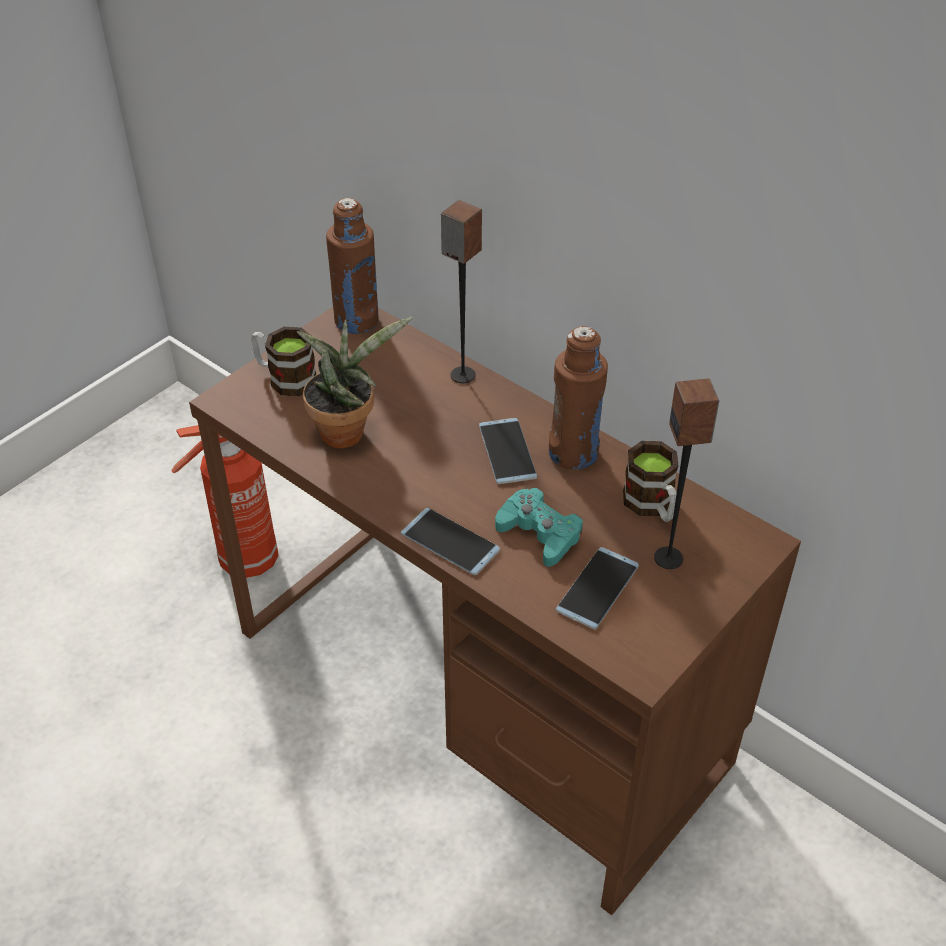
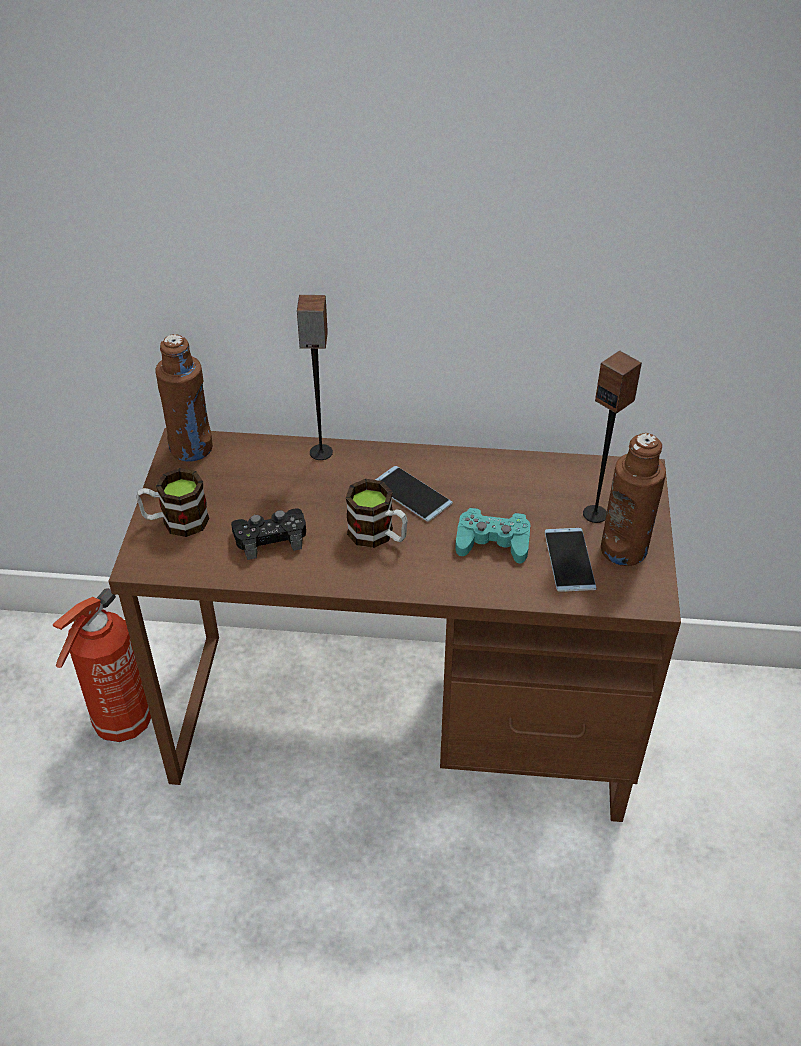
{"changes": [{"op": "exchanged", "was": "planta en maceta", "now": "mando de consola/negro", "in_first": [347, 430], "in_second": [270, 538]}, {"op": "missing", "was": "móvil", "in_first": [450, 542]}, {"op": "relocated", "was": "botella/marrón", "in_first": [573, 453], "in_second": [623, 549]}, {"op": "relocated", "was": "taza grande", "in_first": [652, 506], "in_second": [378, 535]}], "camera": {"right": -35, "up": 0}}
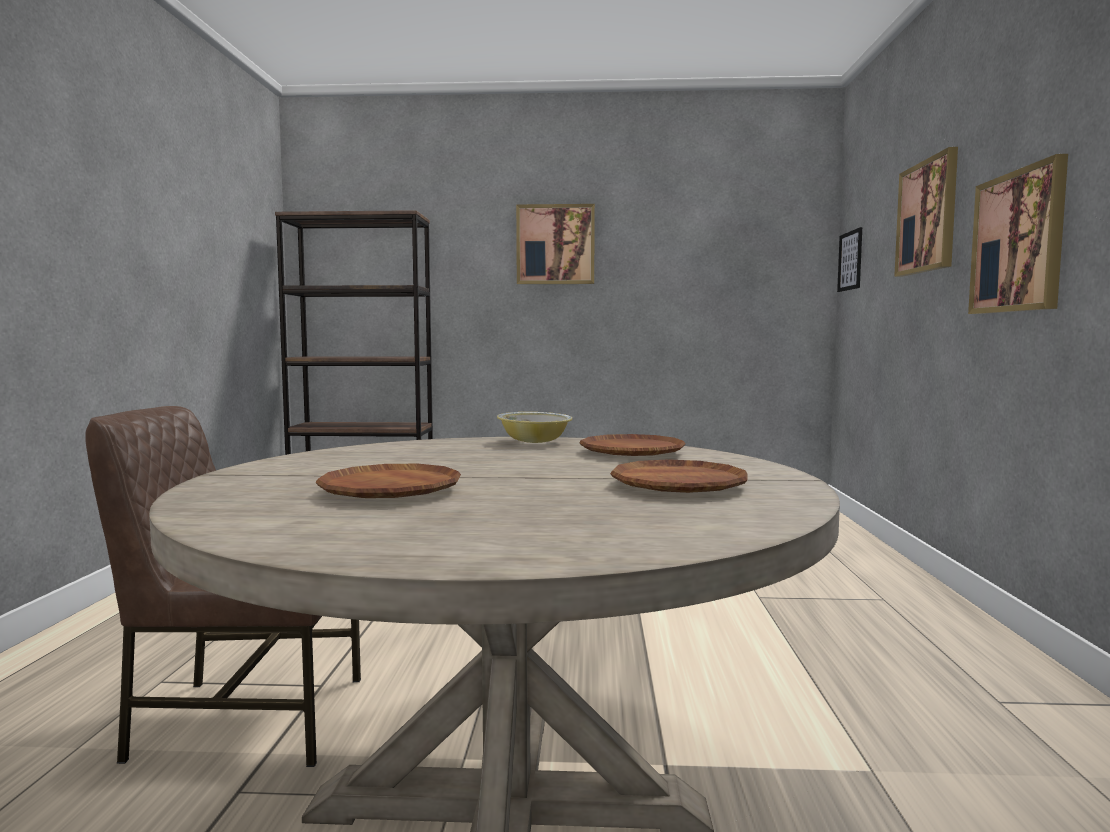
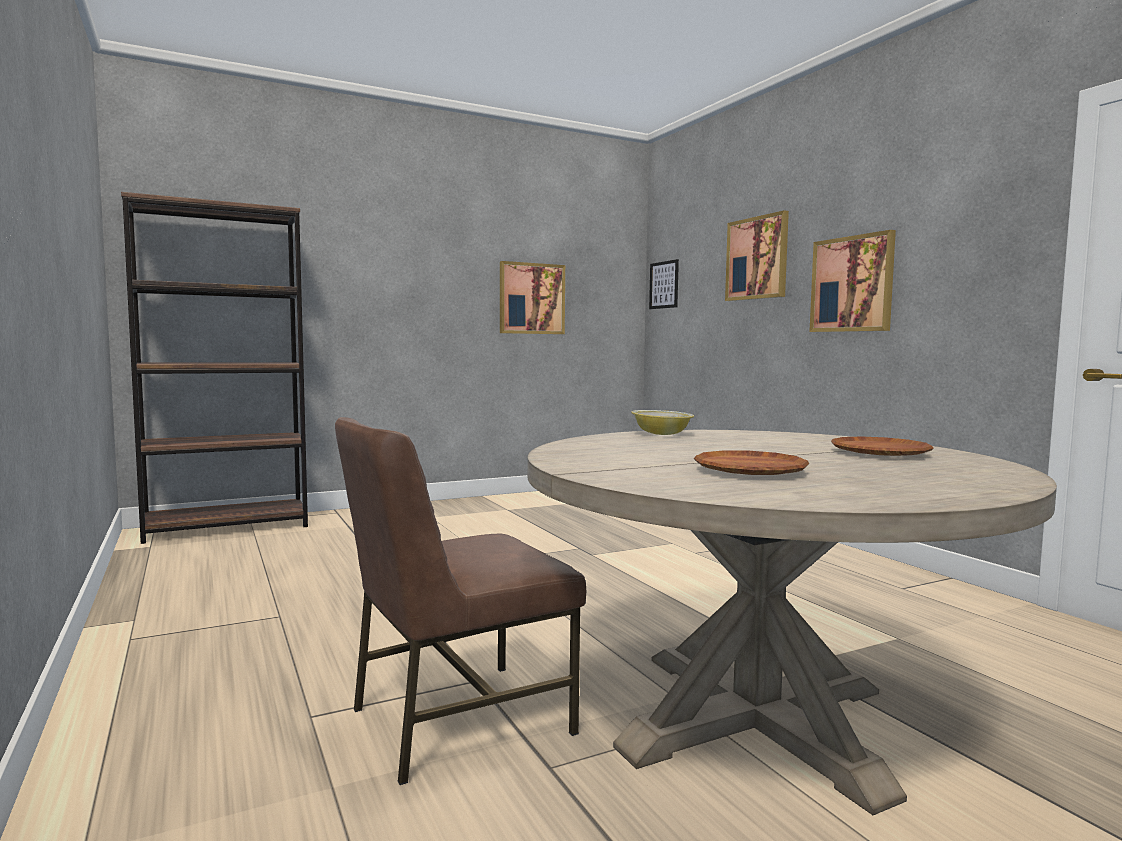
{"changes": [{"op": "relocated", "was": "cuadro", "in_first": [555, 244], "in_second": [531, 298]}, {"op": "missing", "was": "plato/marrón", "in_first": [632, 452]}], "camera": {"right": -30, "up": 0}}
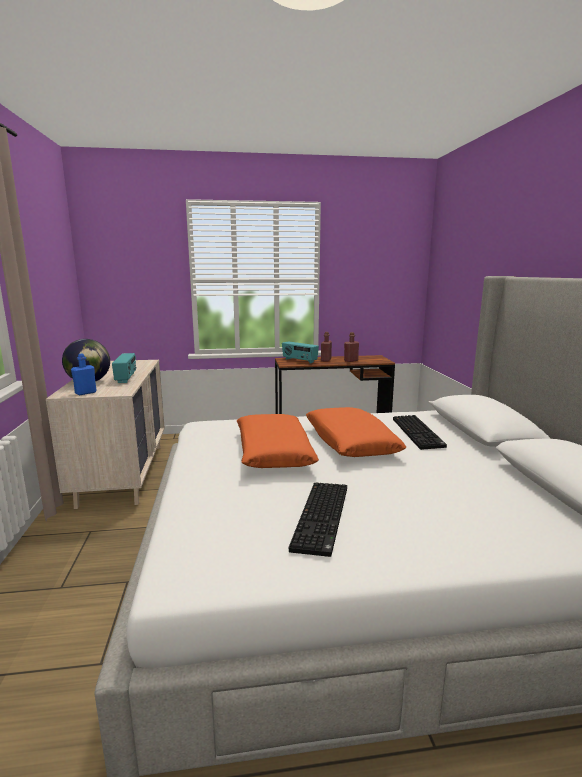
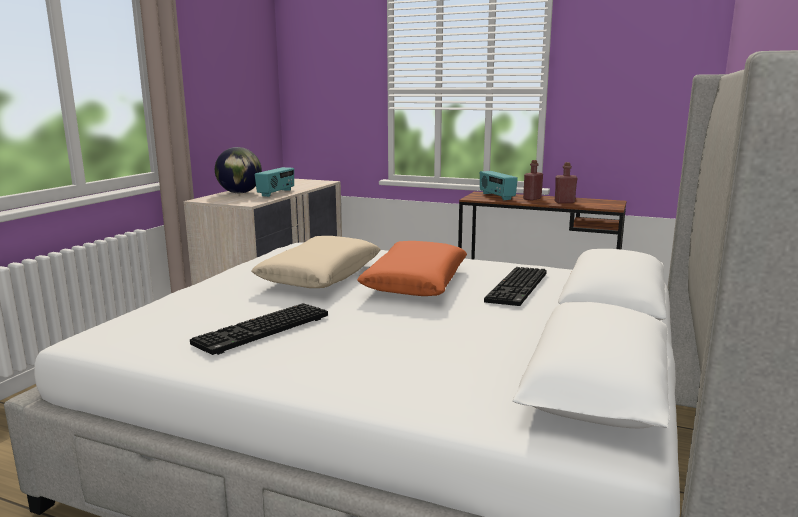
{"changes": [{"op": "missing", "was": "botella/azul", "in_first": [85, 393]}, {"op": "colour", "was": "cojín/naranja", "now": "cojín/beis", "in_first": [273, 451], "in_second": [320, 275]}], "camera": {"right": 30, "up": 0}}
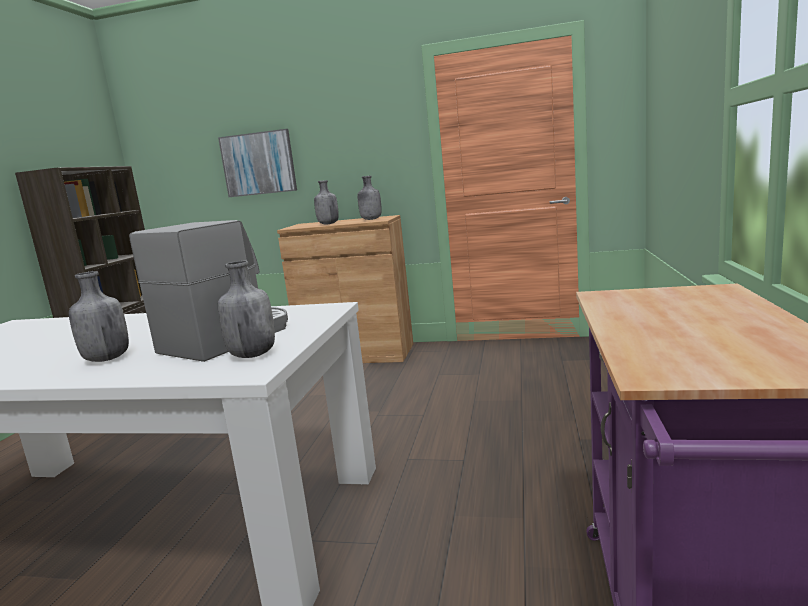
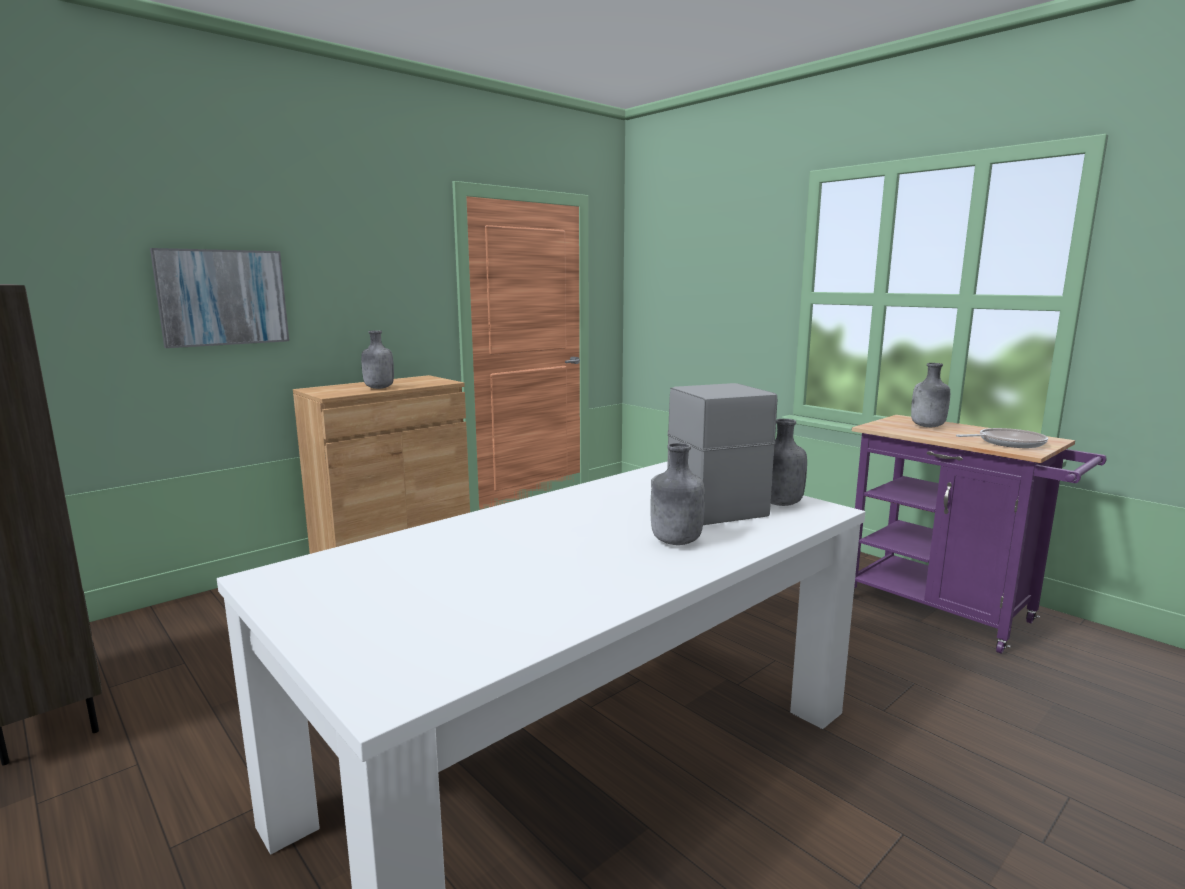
{"changes": [{"op": "relocated", "was": "botella/gris", "in_first": [371, 219], "in_second": [927, 426]}, {"op": "appeared", "now": "sartén", "in_second": [1007, 443]}], "camera": {"right": -55, "up": 0}}
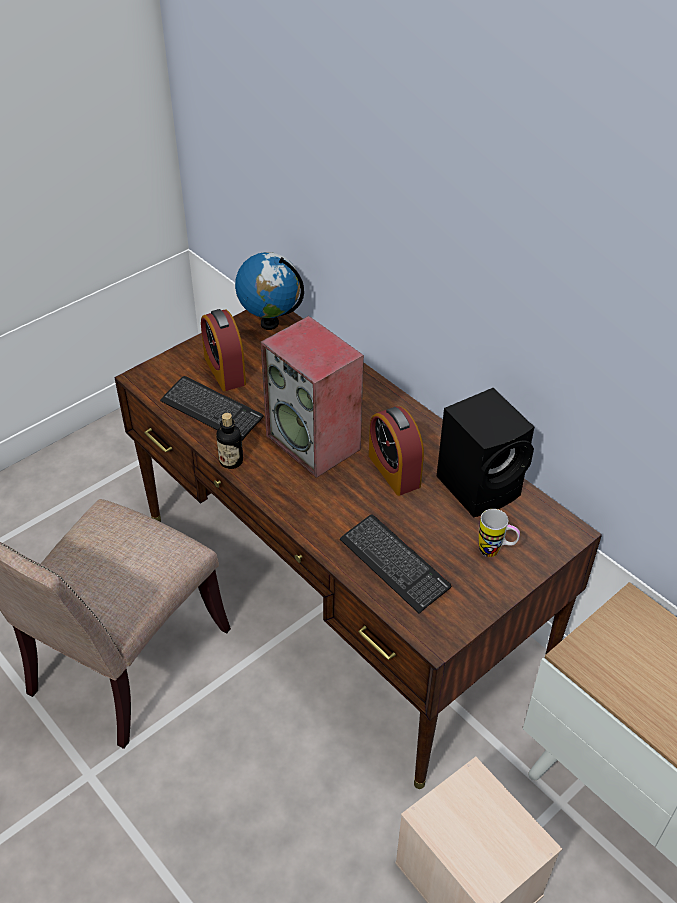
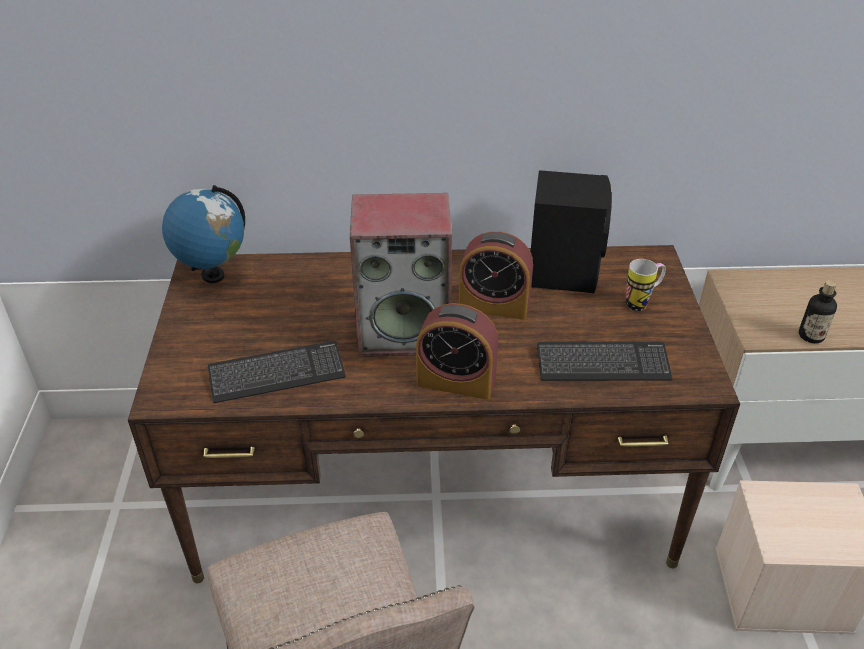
{"changes": [{"op": "relocated", "was": "despertador", "in_first": [225, 371], "in_second": [456, 381]}, {"op": "relocated", "was": "botella", "in_first": [231, 461], "in_second": [811, 336]}], "camera": {"right": -50, "up": -5}}
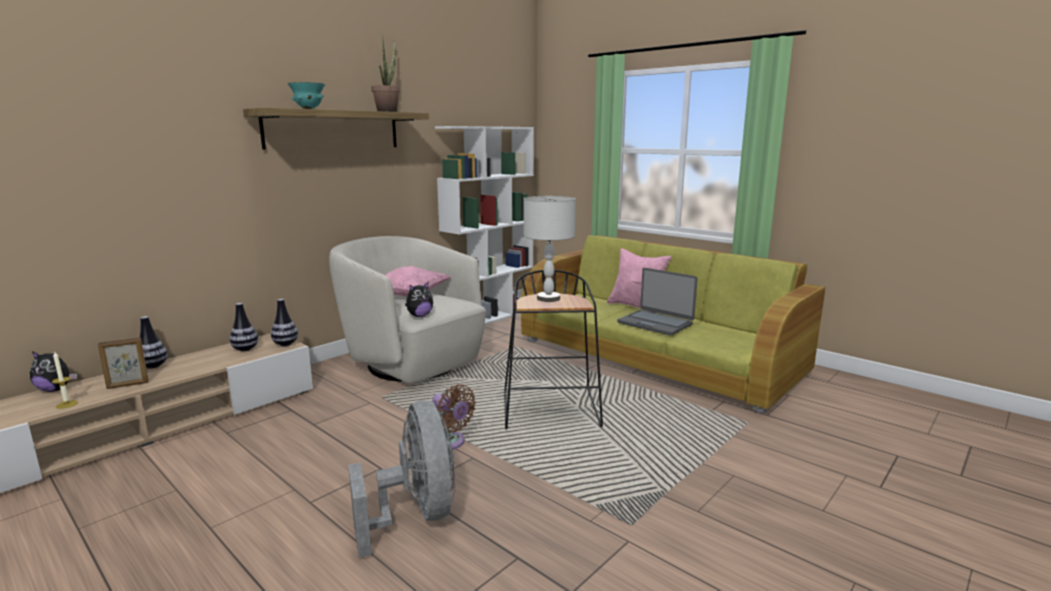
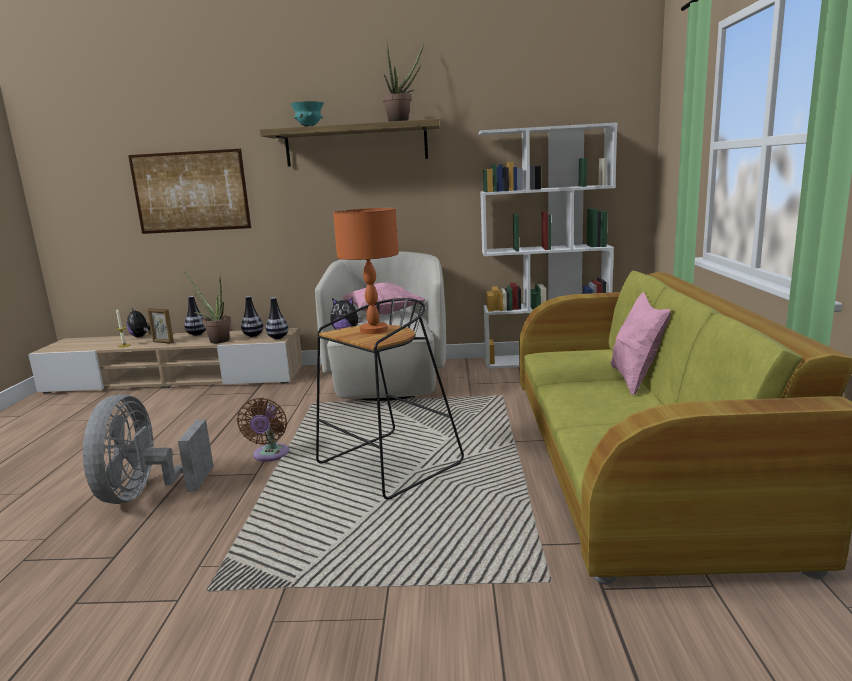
{"changes": [{"op": "spun", "was": "ventilador/gris", "in_first": [416, 515], "in_second": [146, 493], "clockwise": 150}, {"op": "colour", "was": "lámpara de mesa/gris", "now": "lámpara de mesa/naranja", "in_first": [548, 298], "in_second": [373, 330]}, {"op": "missing", "was": "portátil", "in_first": [655, 323]}, {"op": "appeared", "now": "cuadro", "in_second": [191, 192]}, {"op": "appeared", "now": "planta en maceta", "in_second": [216, 340]}], "camera": {"right": 50, "up": 0}}
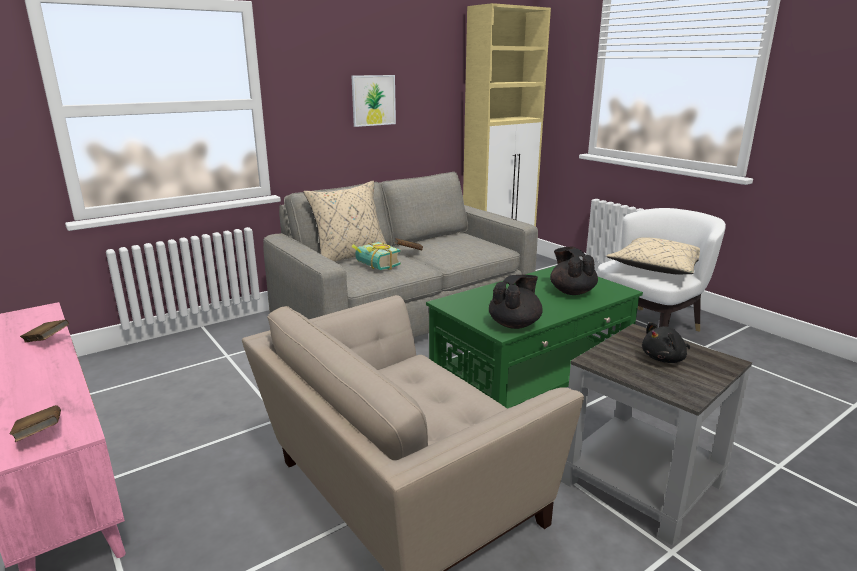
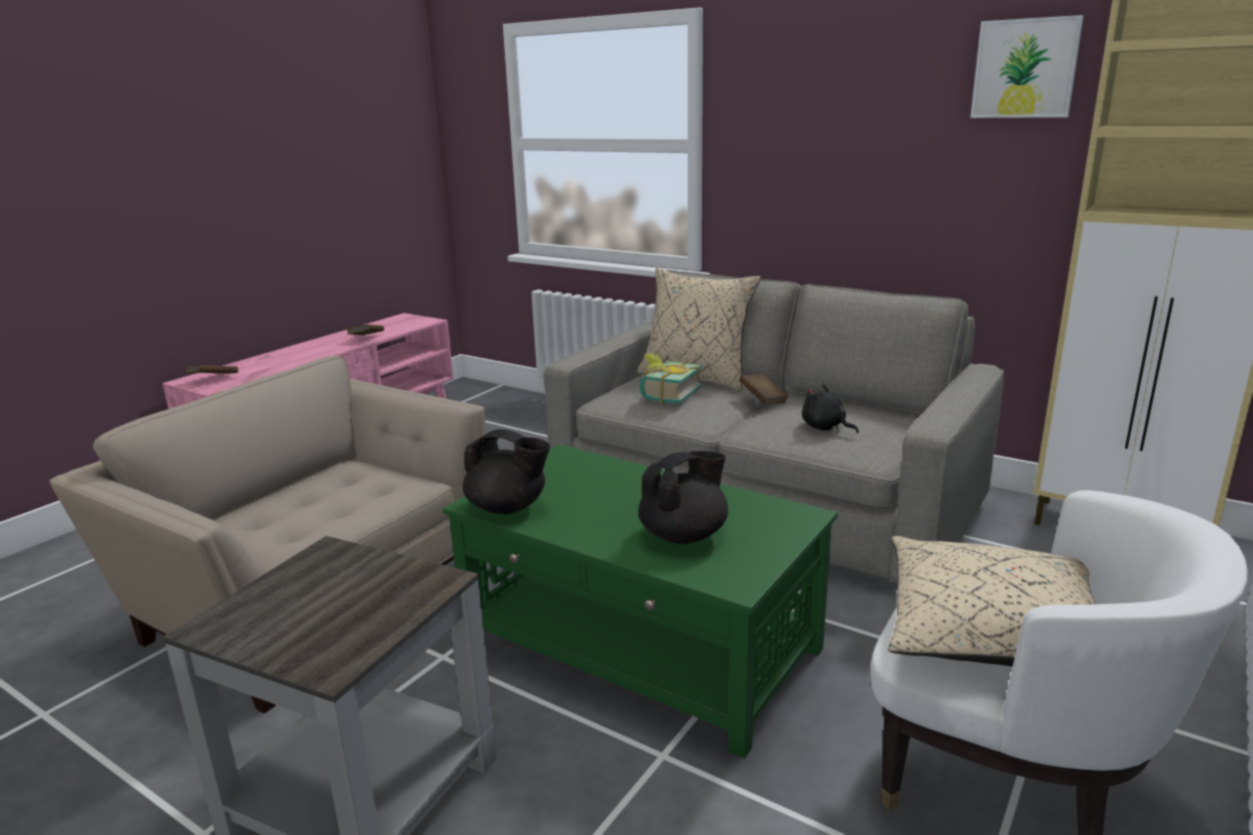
{"changes": [{"op": "relocated", "was": "cuadro", "in_first": [373, 100], "in_second": [1025, 68]}, {"op": "relocated", "was": "peluche/negro", "in_first": [664, 359], "in_second": [825, 428]}], "camera": {"right": 70, "up": 0}}
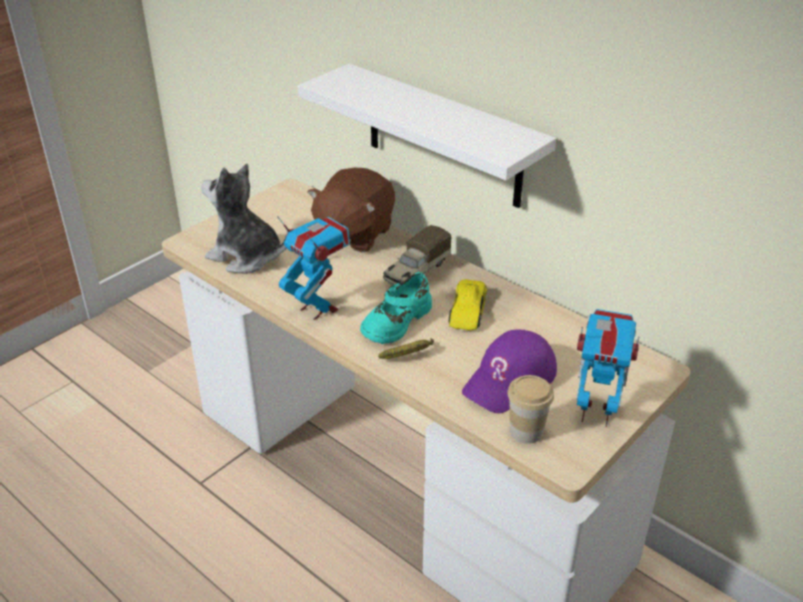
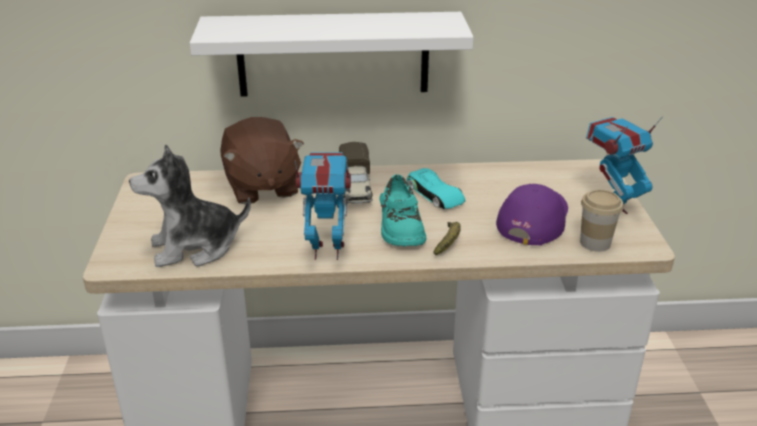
{"changes": [{"op": "colour", "was": "coche de juguete/amarillo", "now": "coche de juguete/turquesa", "in_first": [467, 311], "in_second": [435, 195]}, {"op": "spun", "was": "gorra/morado", "in_first": [510, 379], "in_second": [533, 219], "clockwise": -150}], "camera": {"right": -45, "up": -5}}
